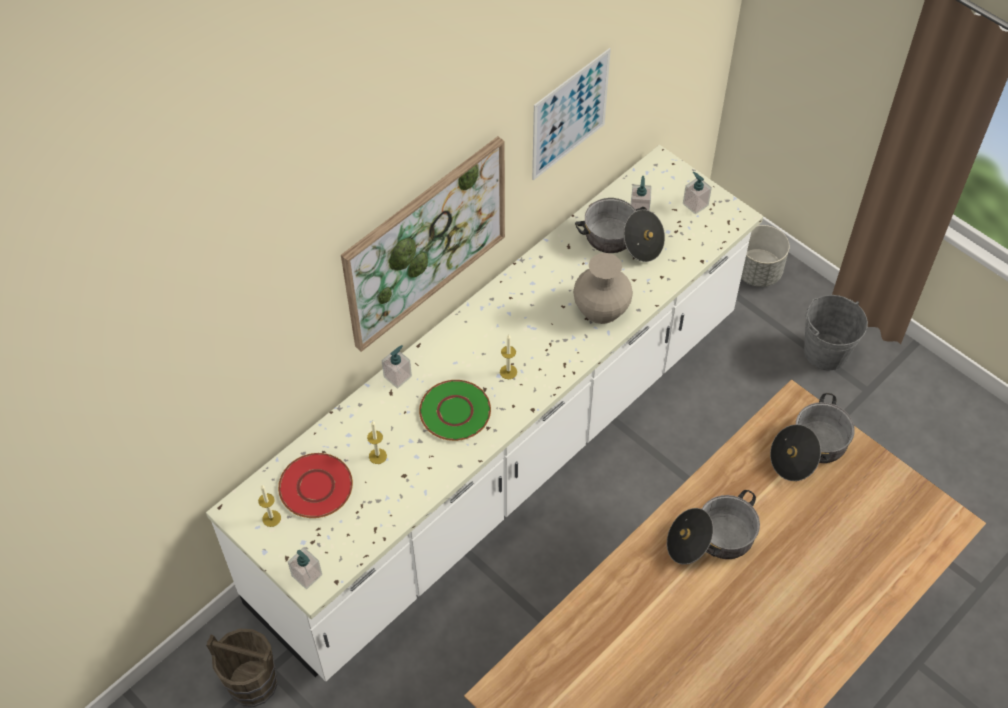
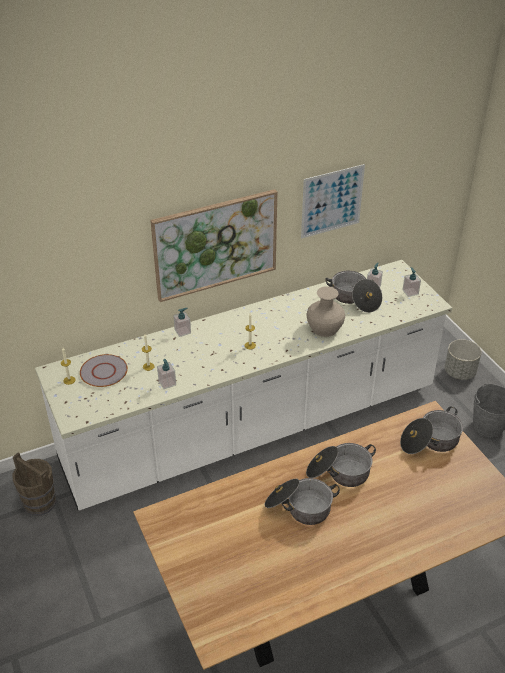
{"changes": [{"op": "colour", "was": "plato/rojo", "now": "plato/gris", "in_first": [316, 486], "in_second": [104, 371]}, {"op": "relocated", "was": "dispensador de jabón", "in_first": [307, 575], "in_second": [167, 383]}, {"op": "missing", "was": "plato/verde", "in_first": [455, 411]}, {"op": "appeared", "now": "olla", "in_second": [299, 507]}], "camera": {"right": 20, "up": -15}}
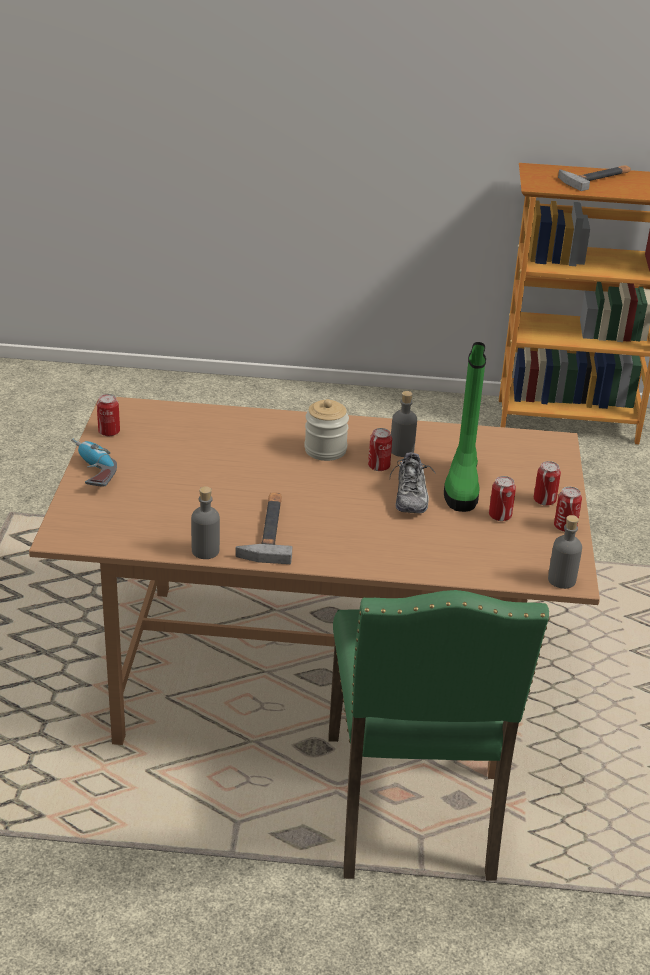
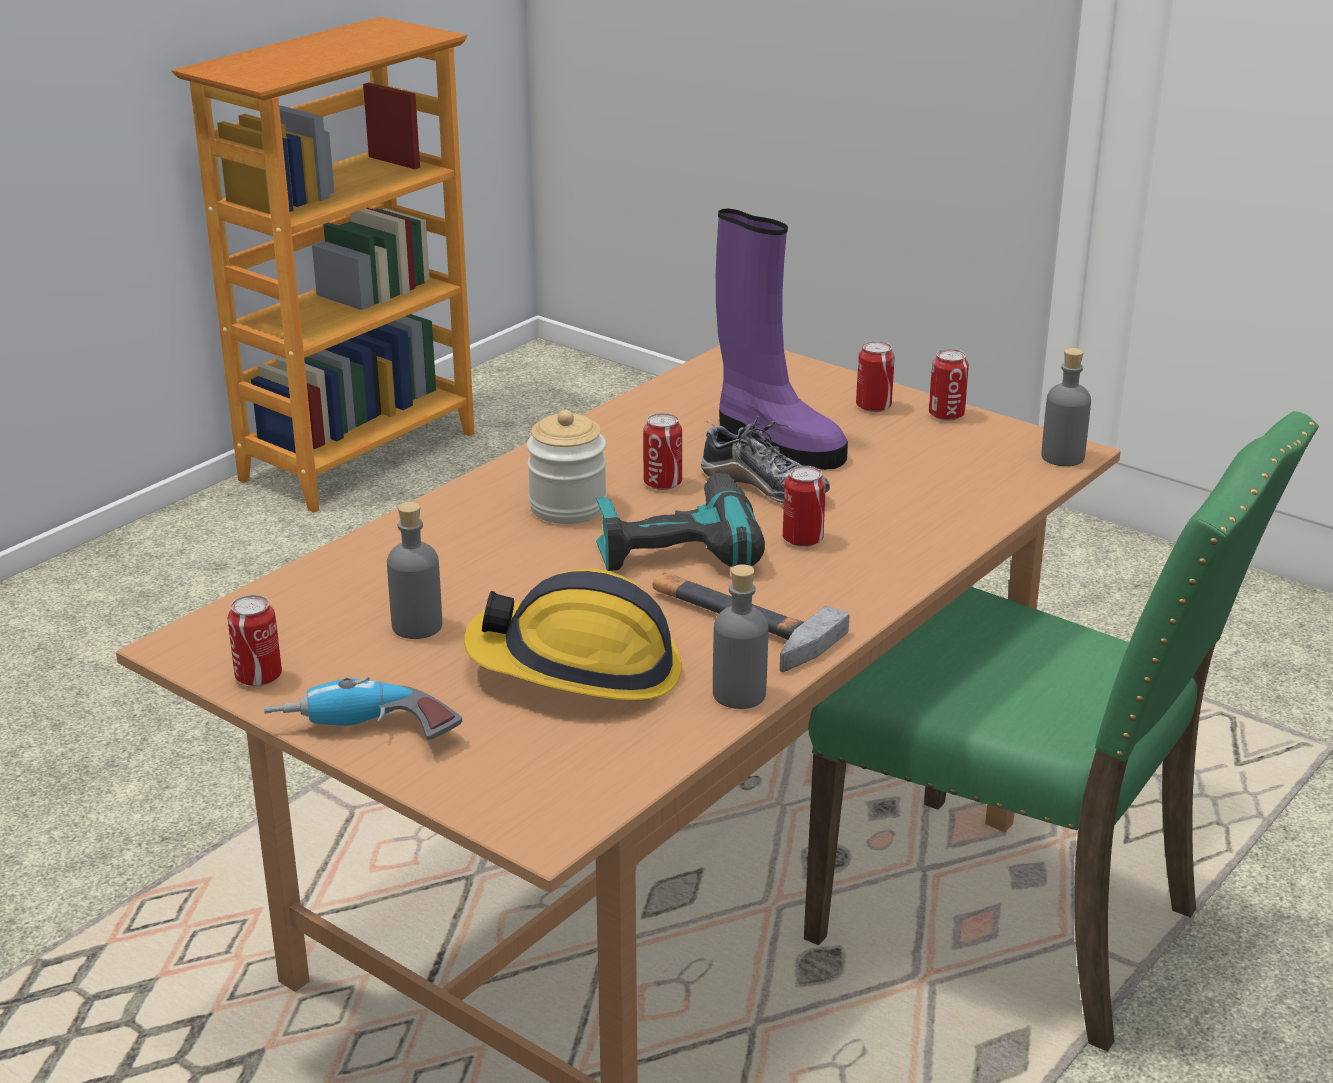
{"changes": [{"op": "relocated", "was": "botella/gris", "in_first": [402, 450], "in_second": [417, 626]}, {"op": "colour", "was": "bota/verde", "now": "bota/morado", "in_first": [462, 484], "in_second": [776, 443]}, {"op": "relocated", "was": "lata", "in_first": [500, 516], "in_second": [802, 539]}, {"op": "missing", "was": "martillo", "in_first": [596, 178]}, {"op": "appeared", "now": "casco", "in_second": [578, 669]}, {"op": "appeared", "now": "taladro", "in_second": [676, 544]}], "camera": {"right": -55, "up": -5}}
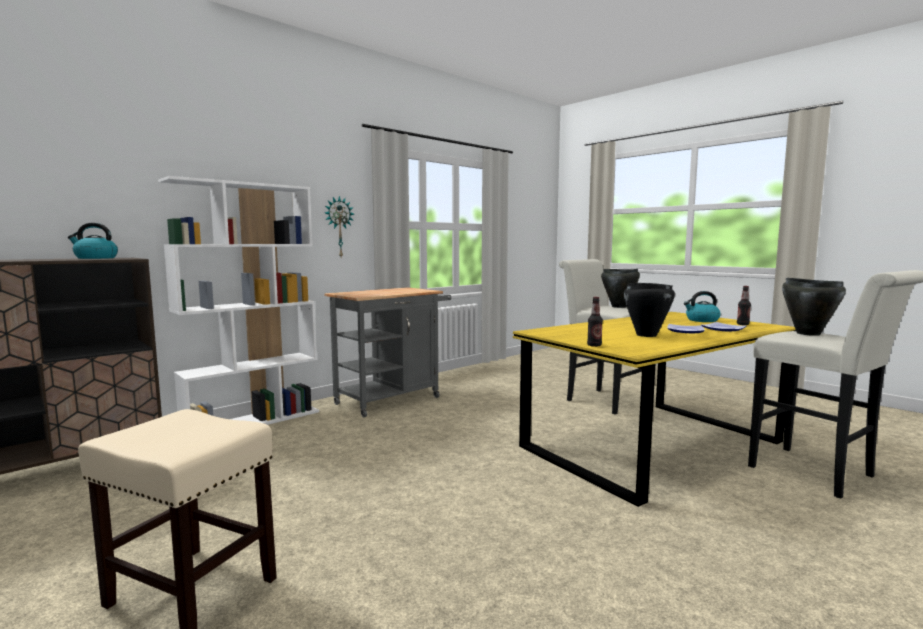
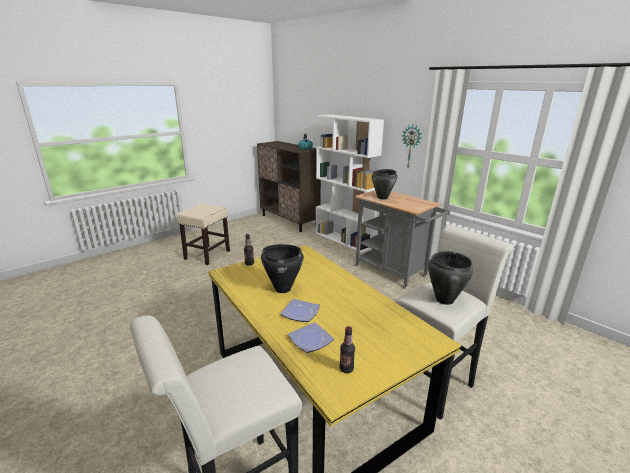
{"changes": [{"op": "missing", "was": "hervidor", "in_first": [701, 320]}, {"op": "relocated", "was": "olla/negro", "in_first": [807, 333], "in_second": [382, 198]}], "camera": {"right": 90, "up": 15}}
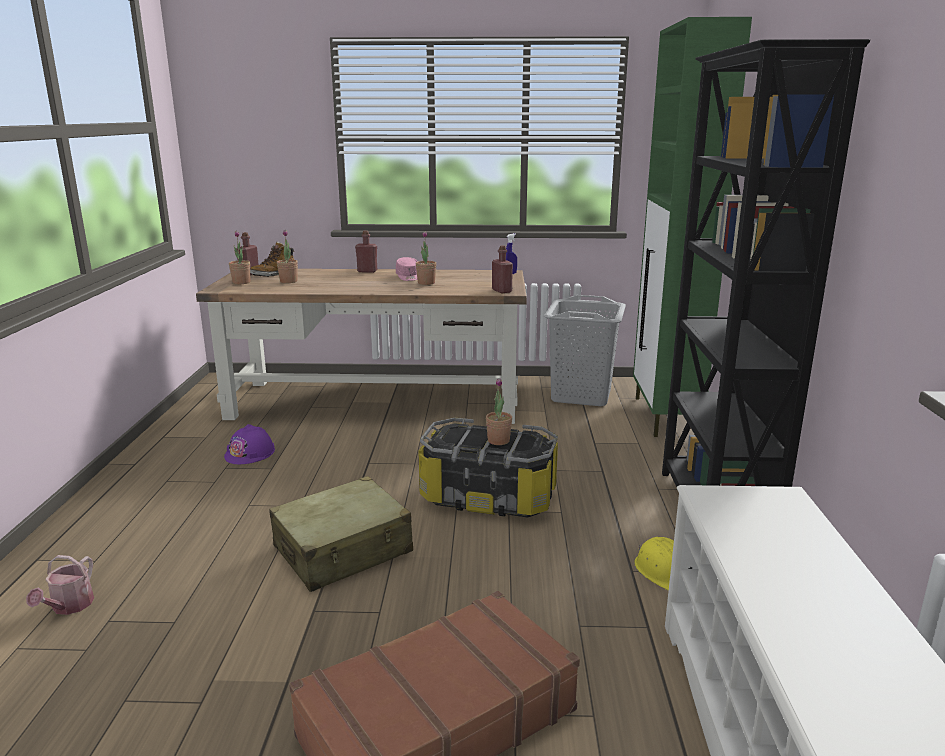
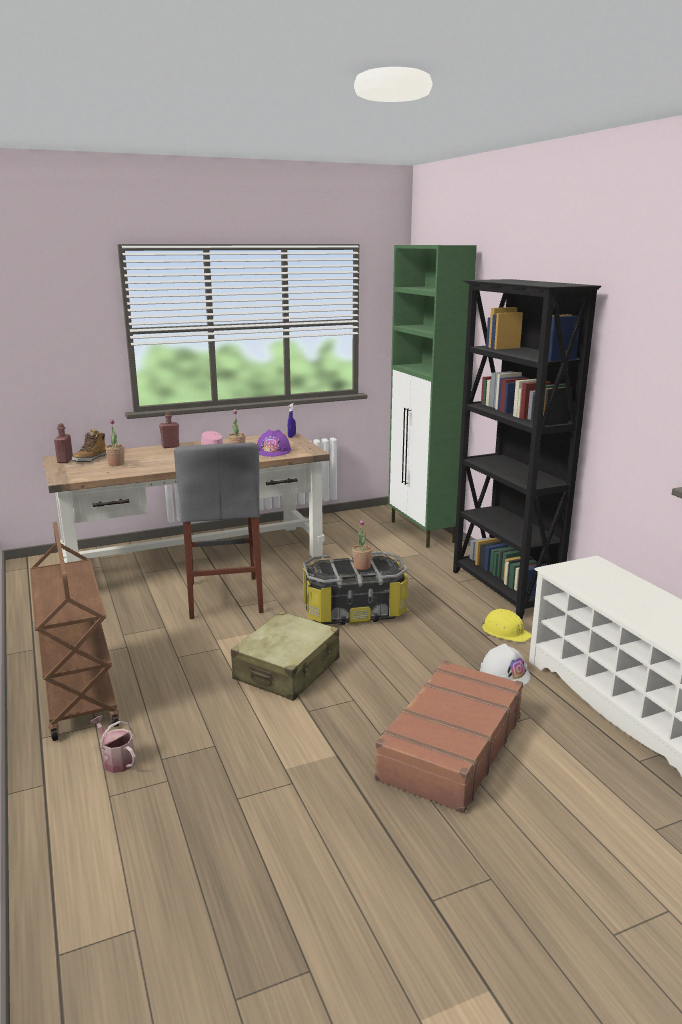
{"changes": [{"op": "spun", "was": "regadera", "in_first": [69, 607], "in_second": [116, 760], "clockwise": 150}, {"op": "relocated", "was": "casco/morado", "in_first": [250, 453], "in_second": [273, 451]}, {"op": "missing", "was": "planta en maceta", "in_first": [241, 282]}, {"op": "missing", "was": "botella/rojo", "in_first": [501, 291]}, {"op": "missing", "was": "cesto de la ropa/gris", "in_first": [581, 395]}, {"op": "appeared", "now": "carrito/marrón", "in_second": [78, 693]}, {"op": "appeared", "now": "taburete/gris", "in_second": [224, 597]}, {"op": "appeared", "now": "casco/blanco", "in_second": [505, 673]}], "camera": {"right": -25, "up": 0}}
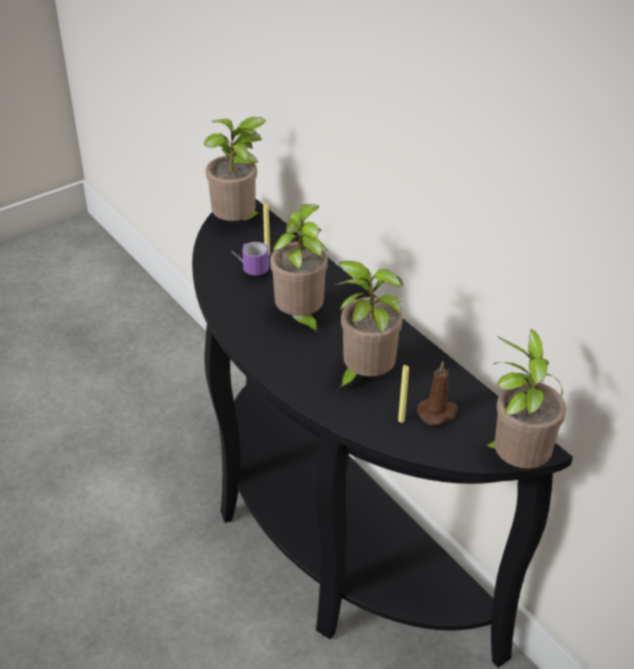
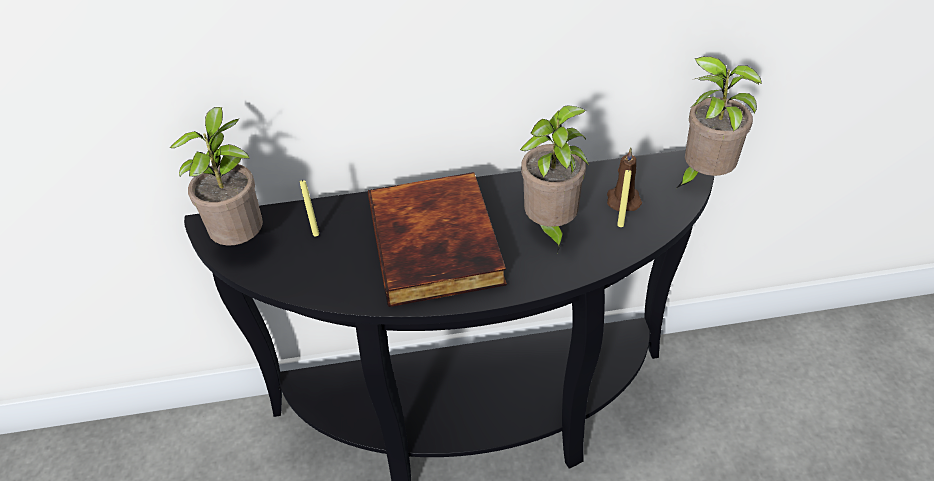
{"changes": [{"op": "missing", "was": "taza grande", "in_first": [247, 267]}, {"op": "exchanged", "was": "planta en maceta", "now": "libro", "in_first": [300, 319], "in_second": [438, 244]}], "camera": {"right": -60, "up": 5}}
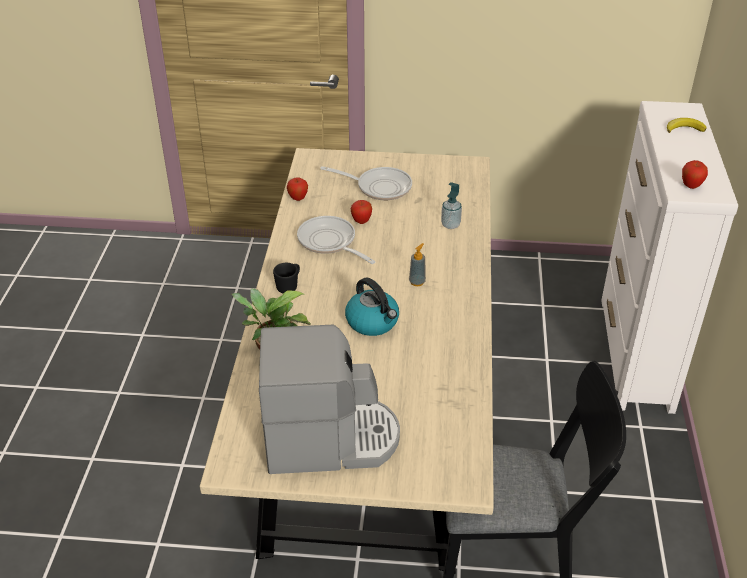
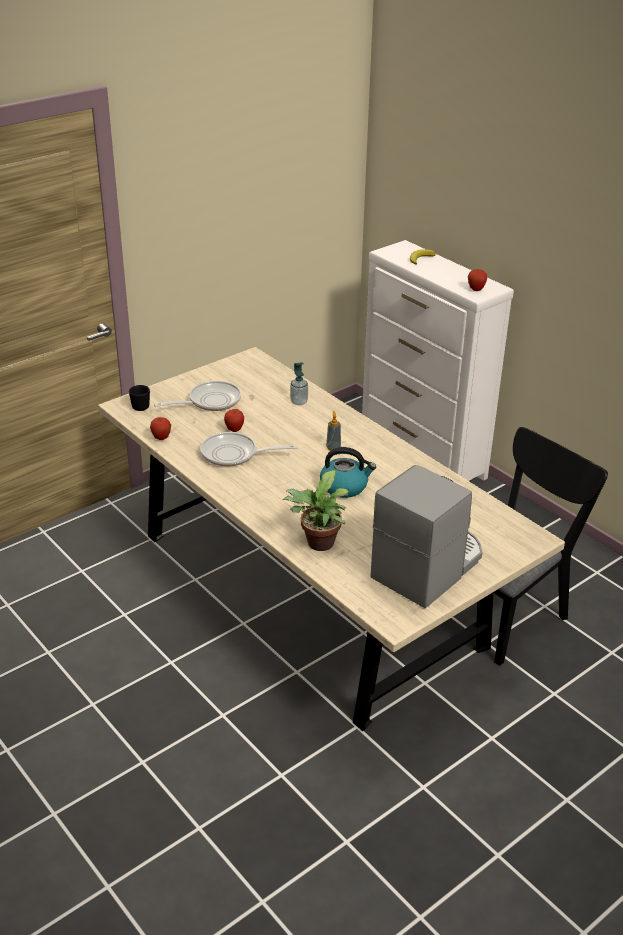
{"changes": [{"op": "relocated", "was": "taza grande/negro", "in_first": [289, 286], "in_second": [140, 405]}], "camera": {"right": -45, "up": -5}}
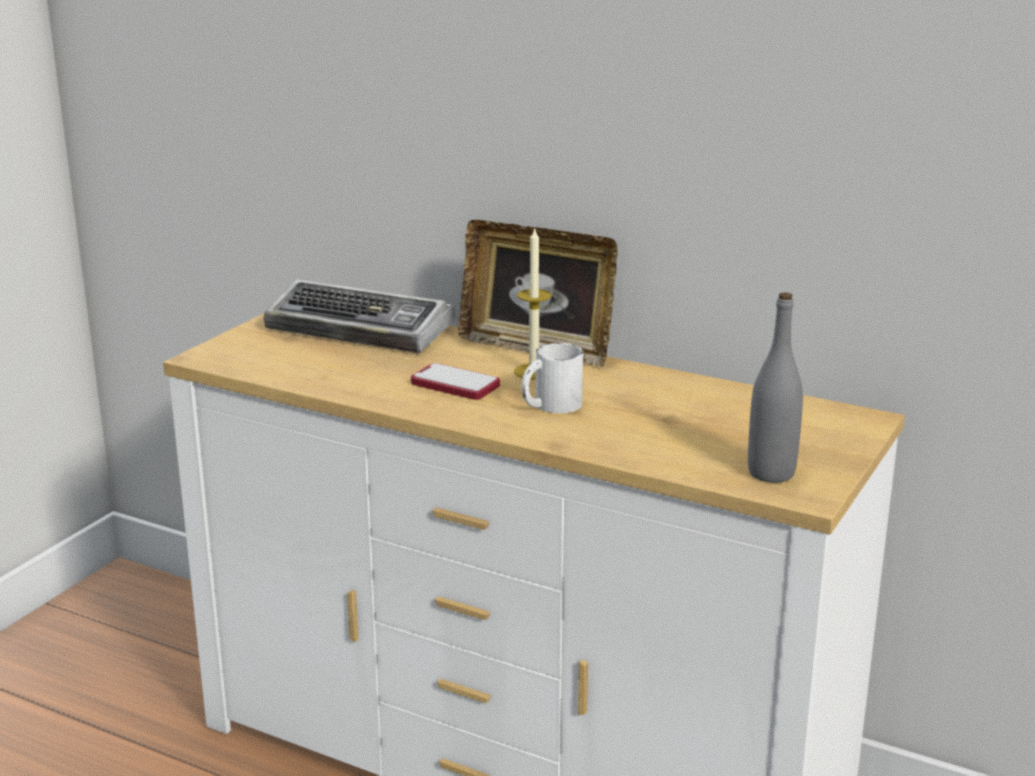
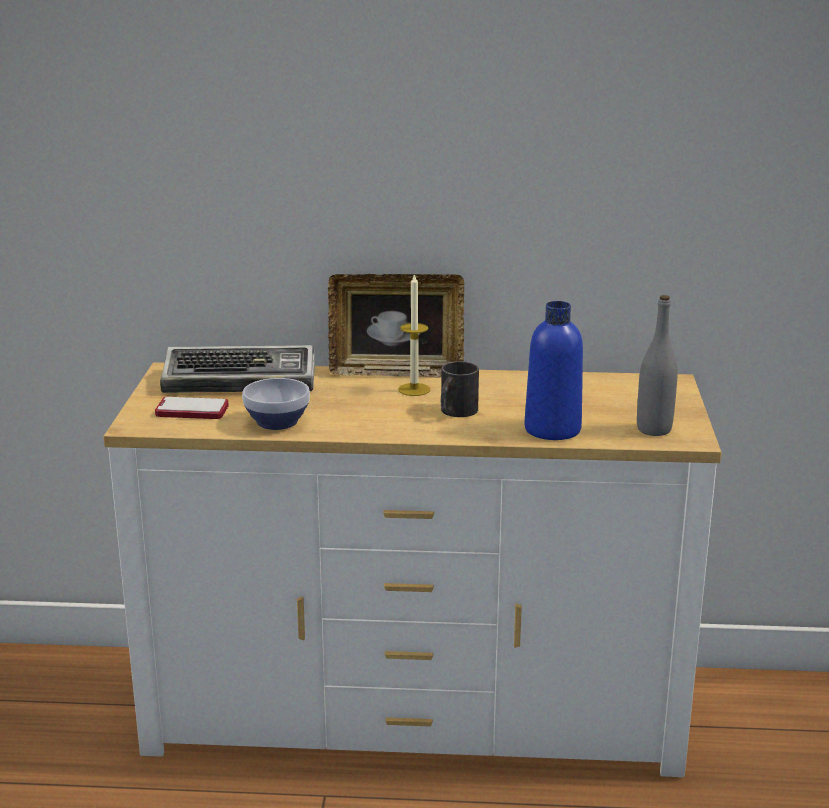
{"changes": [{"op": "relocated", "was": "móvil", "in_first": [455, 384], "in_second": [192, 410]}, {"op": "colour", "was": "taza grande/blanco", "now": "taza grande/negro", "in_first": [550, 406], "in_second": [455, 412]}, {"op": "appeared", "now": "cuenco", "in_second": [275, 423]}, {"op": "appeared", "now": "botella/azul", "in_second": [552, 429]}], "camera": {"right": -25, "up": 0}}
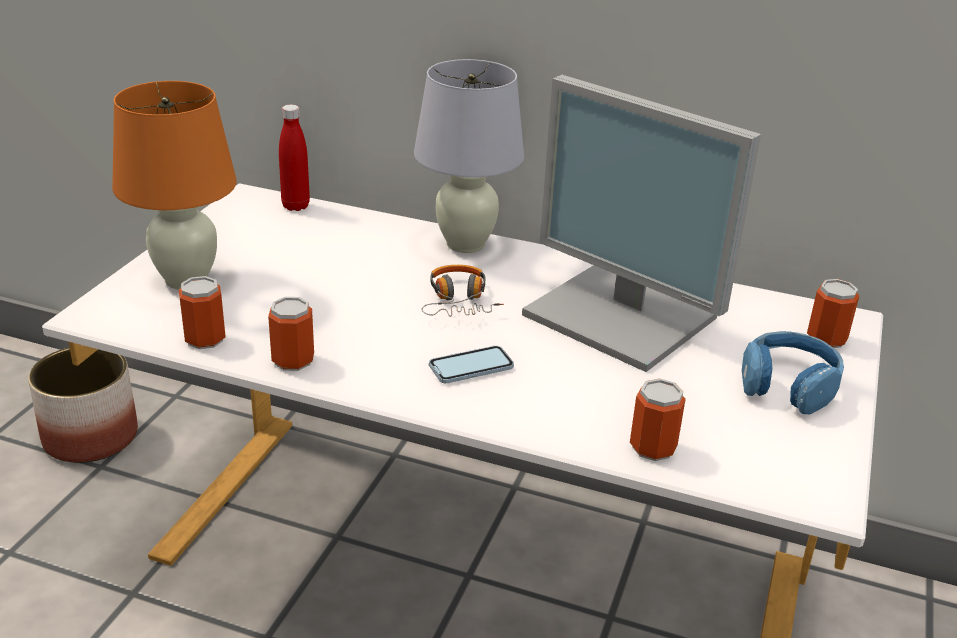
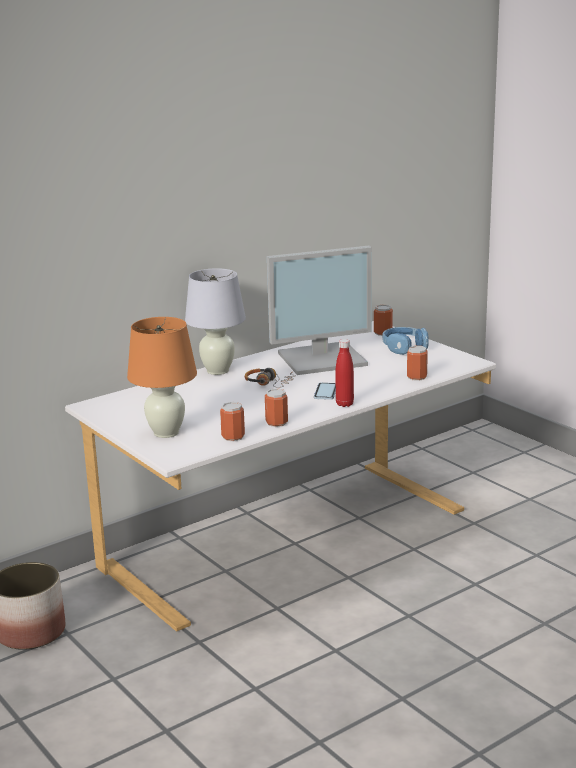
{"changes": [{"op": "relocated", "was": "botella/rojo", "in_first": [295, 206], "in_second": [344, 404]}], "camera": {"right": -55, "up": -10}}
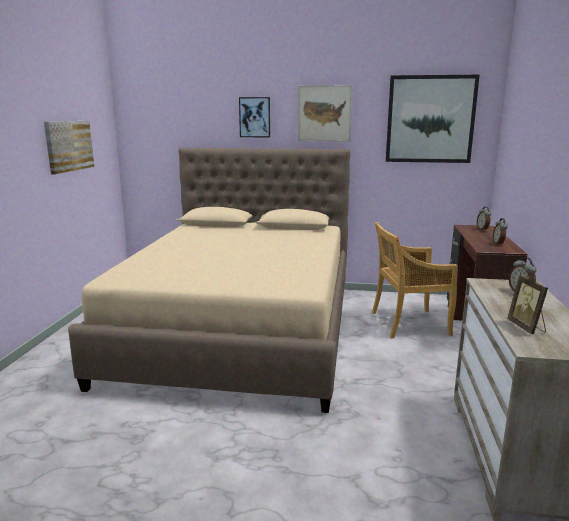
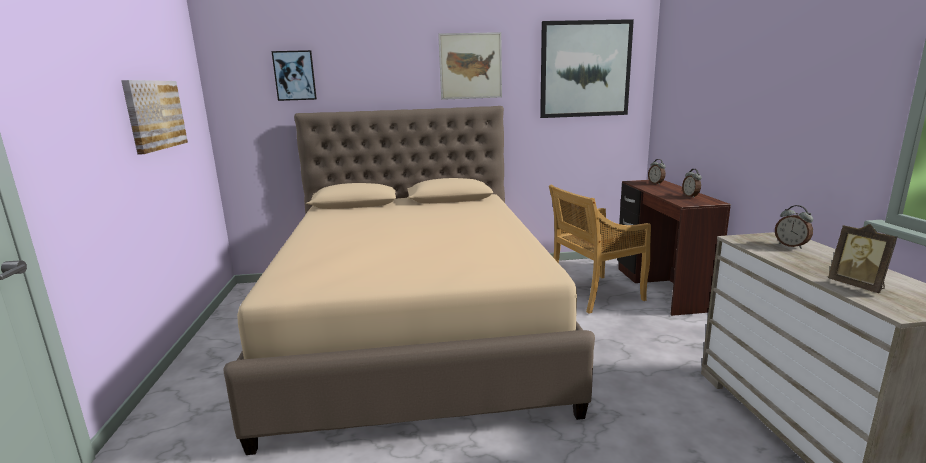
{"changes": [{"op": "relocated", "was": "cuadro", "in_first": [255, 117], "in_second": [294, 75]}], "camera": {"right": -15, "up": 0}}
